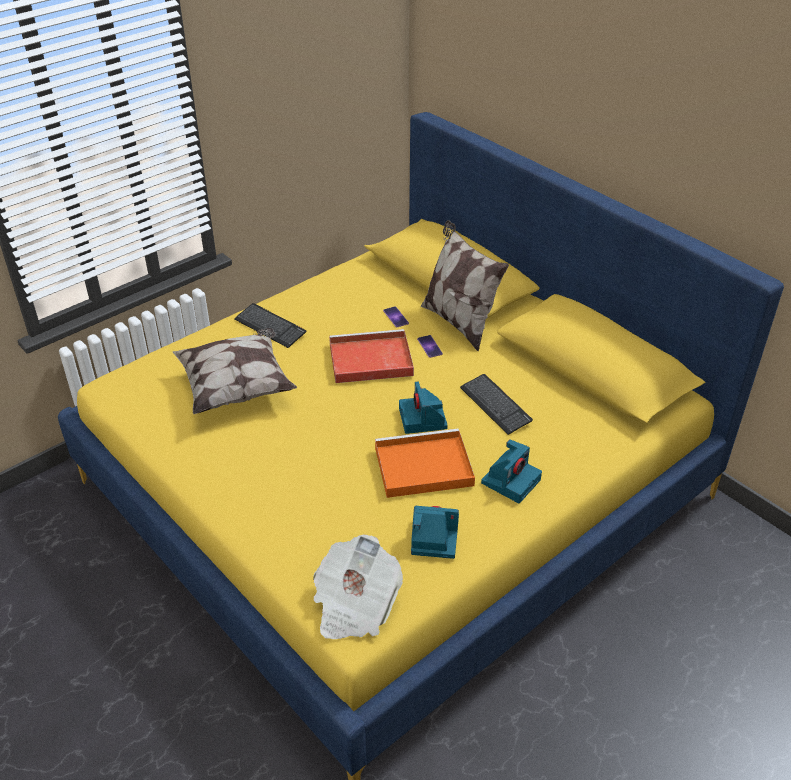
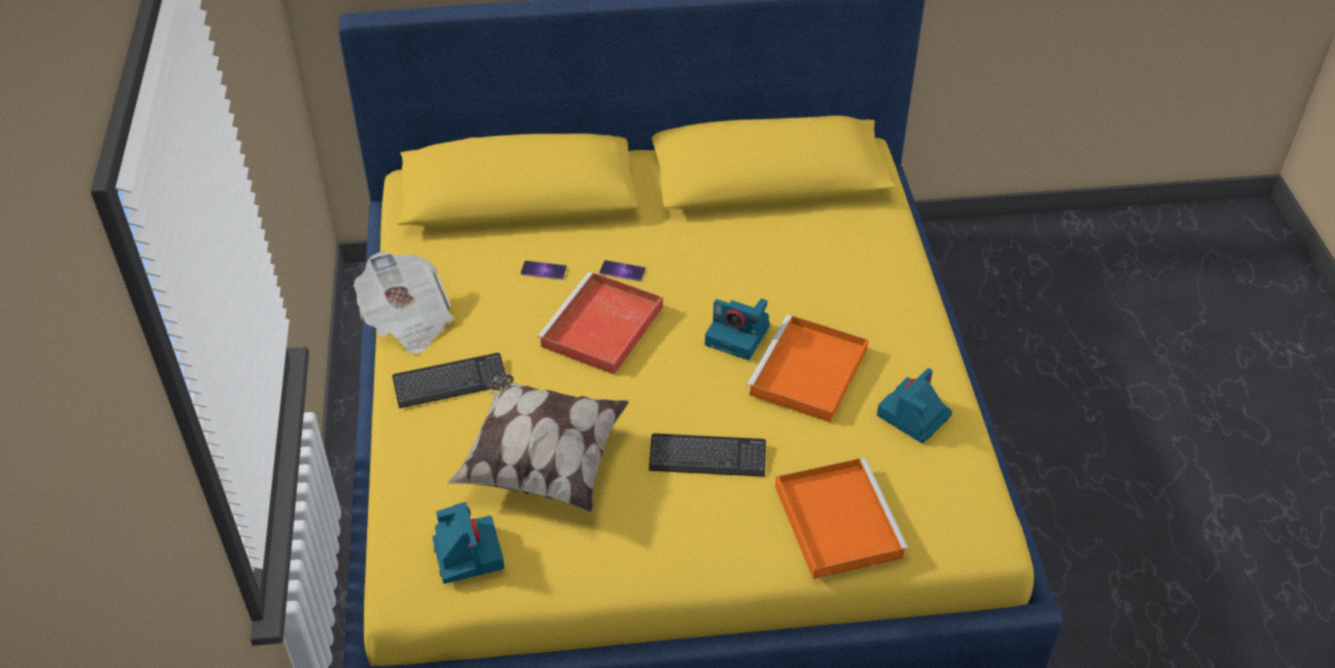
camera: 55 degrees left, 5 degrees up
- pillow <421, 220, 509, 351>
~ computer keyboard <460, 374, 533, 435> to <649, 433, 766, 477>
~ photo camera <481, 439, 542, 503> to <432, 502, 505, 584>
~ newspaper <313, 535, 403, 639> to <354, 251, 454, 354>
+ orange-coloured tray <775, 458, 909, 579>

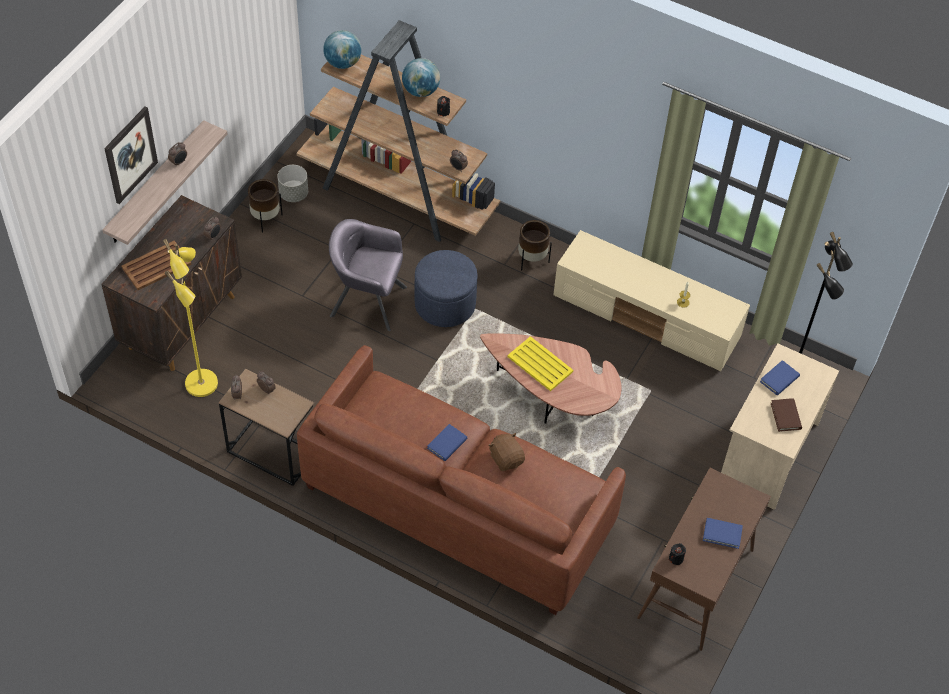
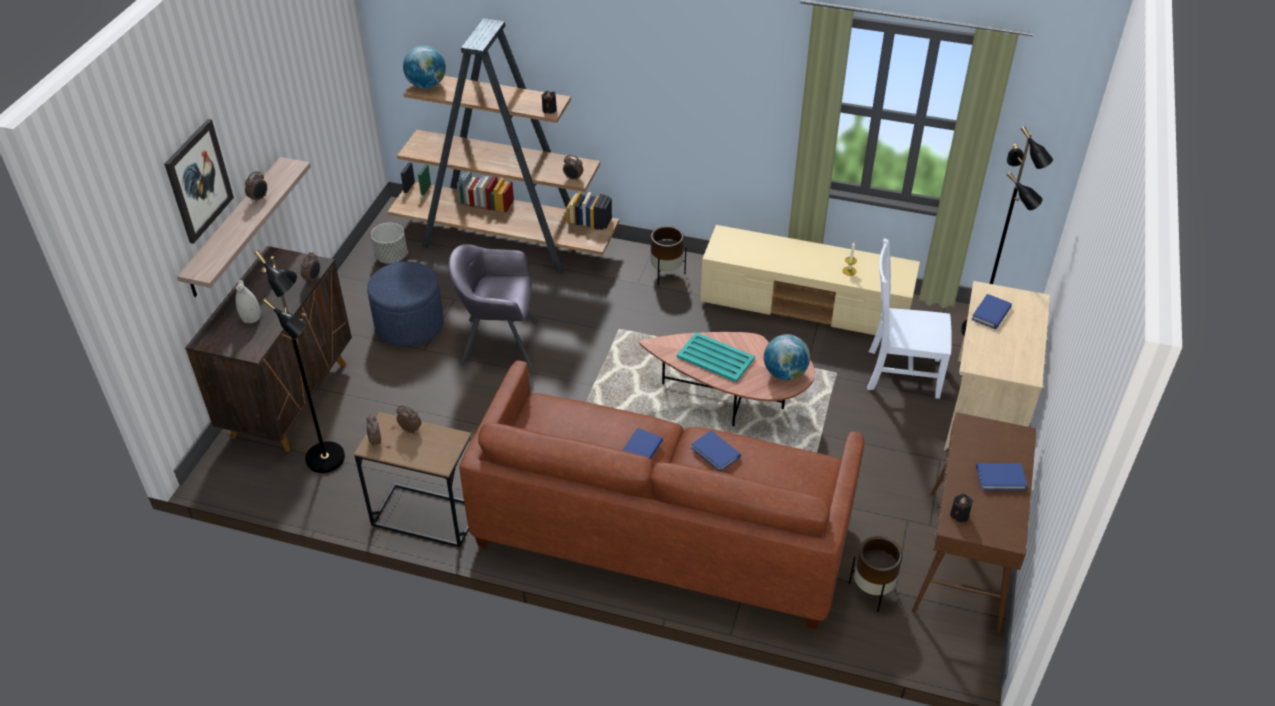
camera: 10 degrees left, 10 degrees down
~ desk globe <402, 58, 440, 97> to <764, 334, 810, 380>
~ brown planter <248, 179, 283, 233> to <849, 536, 903, 612>
~ yellow floor lamp <163, 239, 218, 397> to blackish floor lamp <254, 250, 345, 473>
~ brown tray <121, 240, 191, 290> to white decorative vase <235, 280, 261, 323>
~ blue footrest <415, 250, 478, 327> to <367, 261, 444, 347>
~ yellow tray <507, 336, 573, 392> to turquoise-coloured tray <677, 332, 755, 382>
- brown book <771, 398, 802, 432>
~ brown soft toy <488, 433, 525, 471> to blue book <691, 431, 741, 472>
+ white plain chair <867, 238, 952, 399>

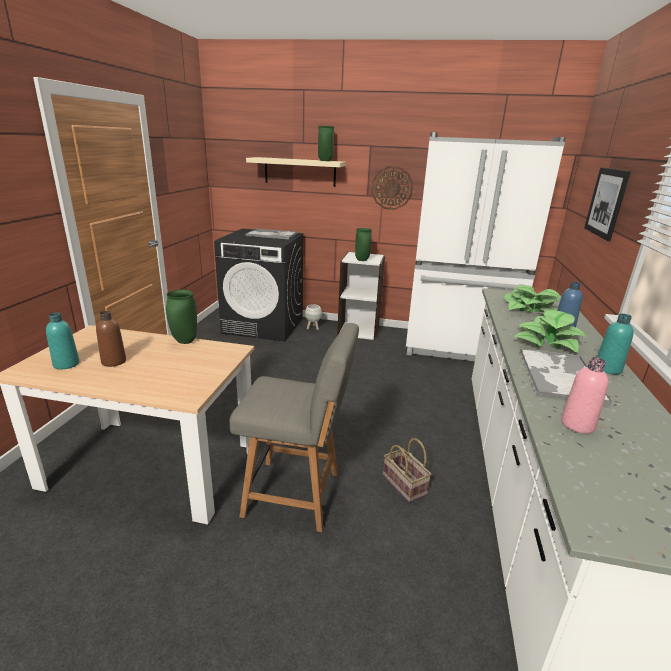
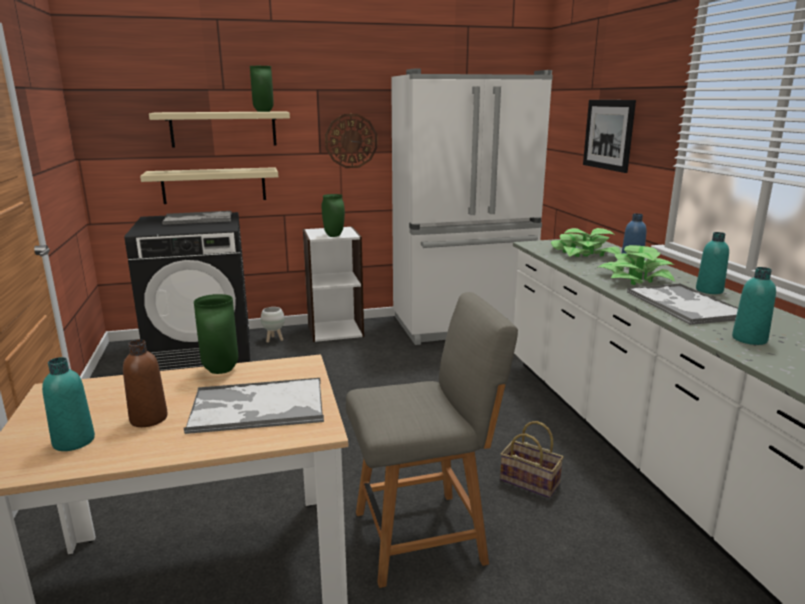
camera: 25 degrees left, 5 degrees down
~ pink-coloured beverage bottle <561, 357, 609, 434> to turquoise-coloured beverage bottle <732, 267, 776, 345>
+ sand-coloured wall shelf <140, 167, 278, 204>
+ tray <184, 378, 324, 434>

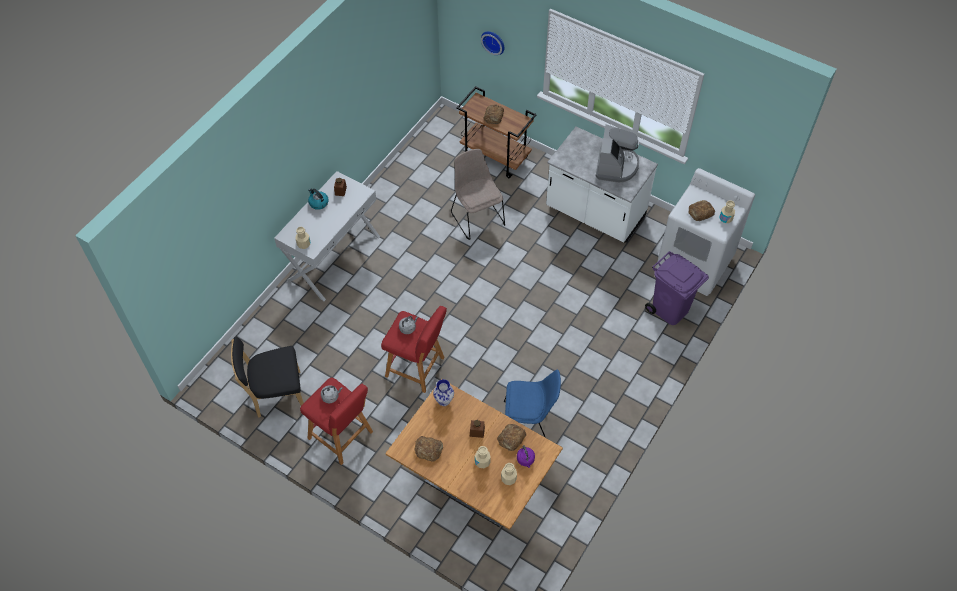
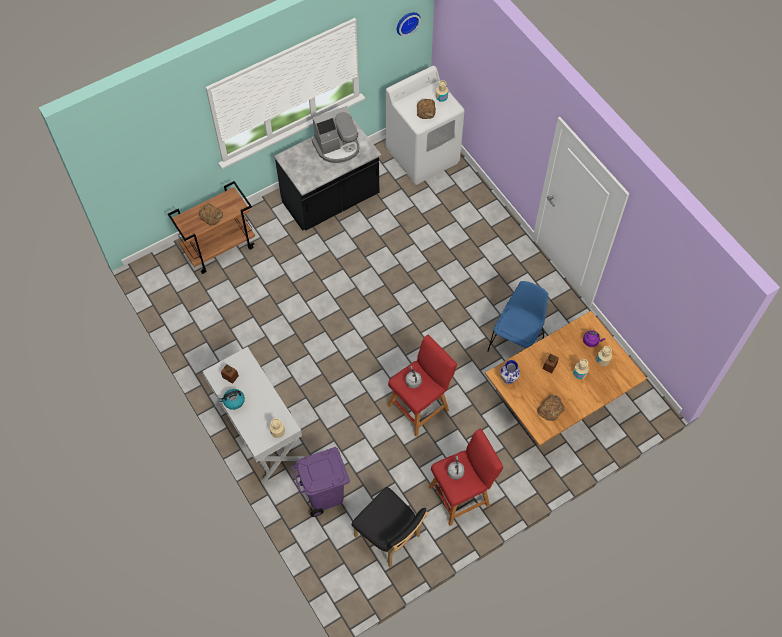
camera: 65 degrees left, 5 degrees up
~ wall clock <481, 32, 505, 55> to <397, 12, 421, 36>
~ coffee machine <596, 124, 639, 183> = <312, 106, 359, 163> 120 degrees clockwise
~ white counter <546, 127, 658, 243> to blackish counter <274, 118, 381, 231>
- sand-coloured plain chair <451, 149, 505, 240>
~ purplish rubbish bin <645, 251, 709, 325> to <291, 447, 350, 517>
~ blackish plain chair <231, 337, 304, 418> = <352, 487, 428, 567> 60 degrees counterclockwise
- baked bread <497, 424, 526, 451>

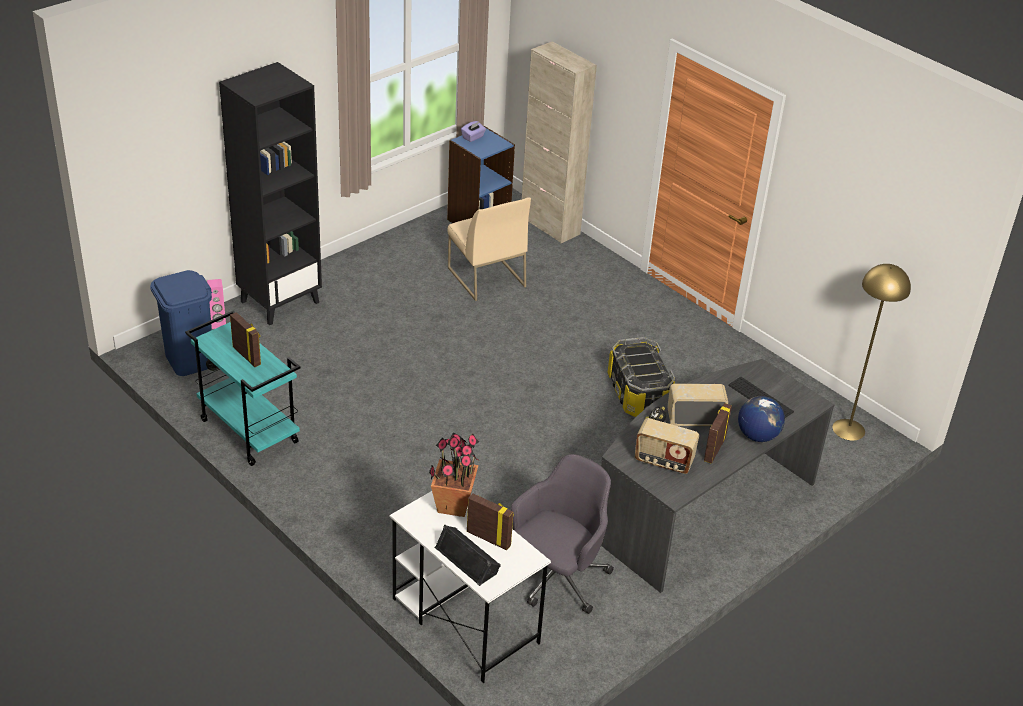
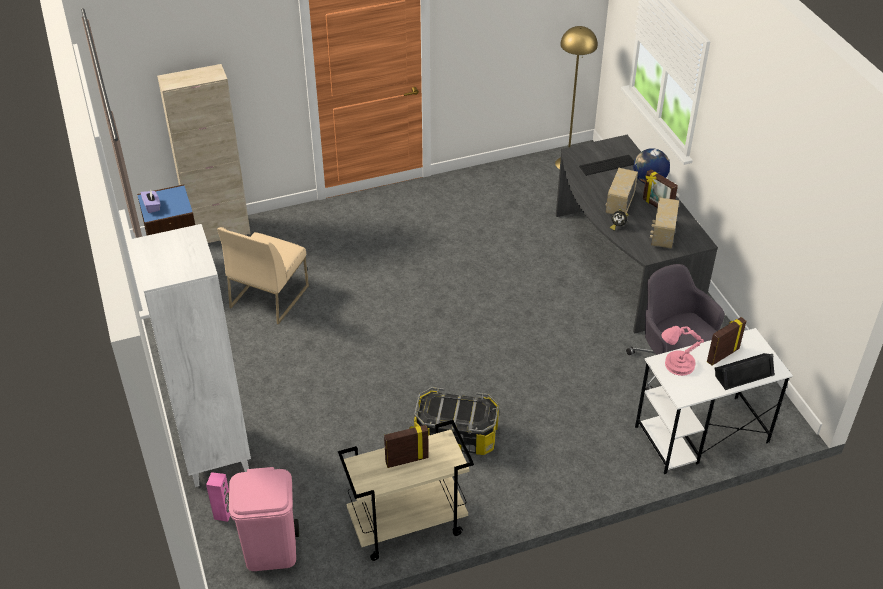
camera: 65 degrees left, 5 degrees up
~ blackish shelving unit <219, 62, 322, 325> to white shelving unit <131, 224, 251, 487>
~ sand-coloured plain chair <447, 197, 531, 301> = <217, 227, 309, 324> 120 degrees clockwise
~ blue rubbish bin <150, 270, 219, 376> to pink-coloured rubbish bin <229, 467, 299, 571>
~ turquoise-coloured trolley <185, 311, 300, 466> to sand-coloured trolley <338, 420, 474, 561>
~ storage bin <608, 337, 675, 417> to <414, 387, 499, 455>
~ radio <635, 418, 699, 474> = <650, 197, 679, 249> 150 degrees clockwise
~ plant in a pot <429, 432, 480, 517> to pink-coloured table lamp <661, 326, 704, 376>

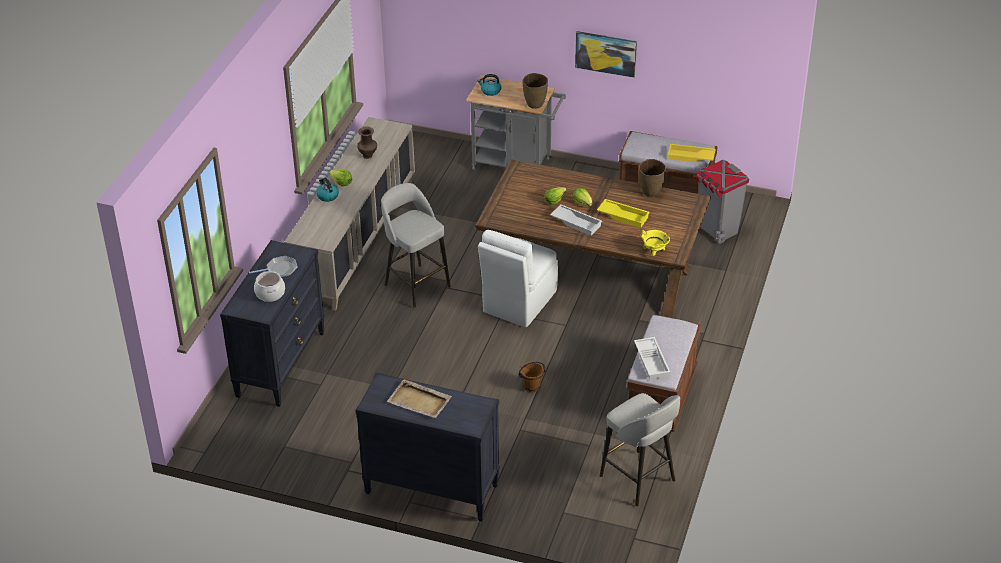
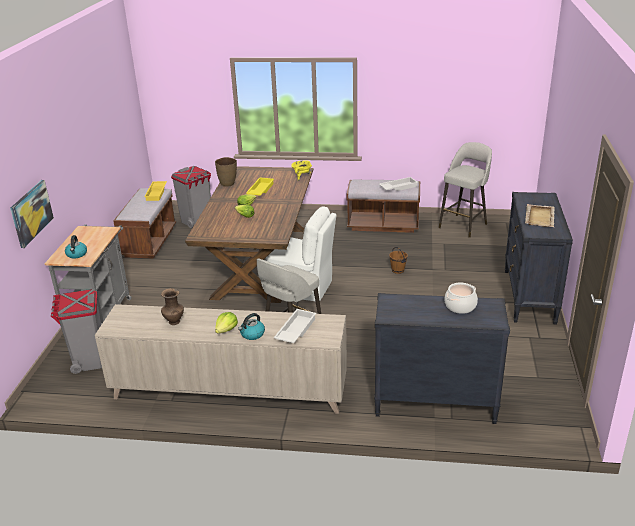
camera: 100 degrees left, 10 degrees down
~ wall art <575, 31, 637, 78> to <10, 180, 54, 248>
- brown decorative vase <523, 73, 548, 109>
~ white tray <550, 205, 602, 236> to <274, 309, 316, 343>
- pan <249, 256, 298, 277>
+ grey rubbish bin <51, 289, 102, 374>

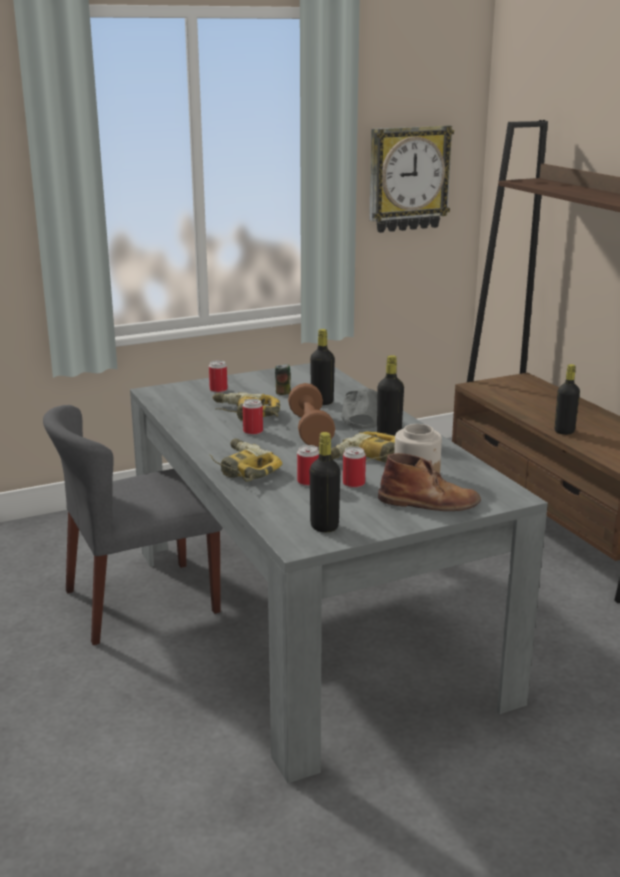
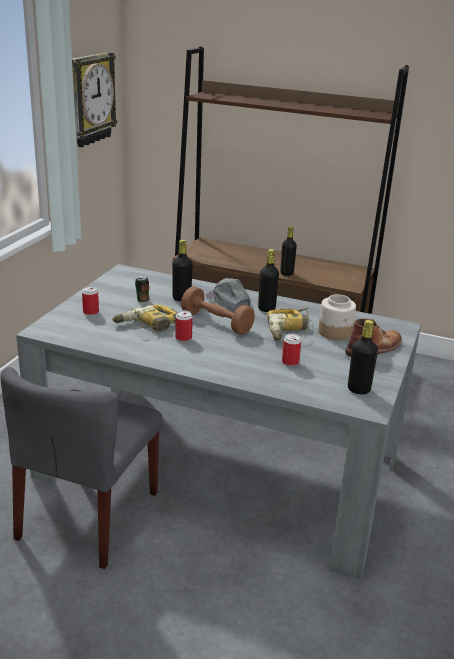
camera: 45 degrees left, 5 degrees up
- drill <209, 438, 282, 481>
- can <343, 447, 366, 488>

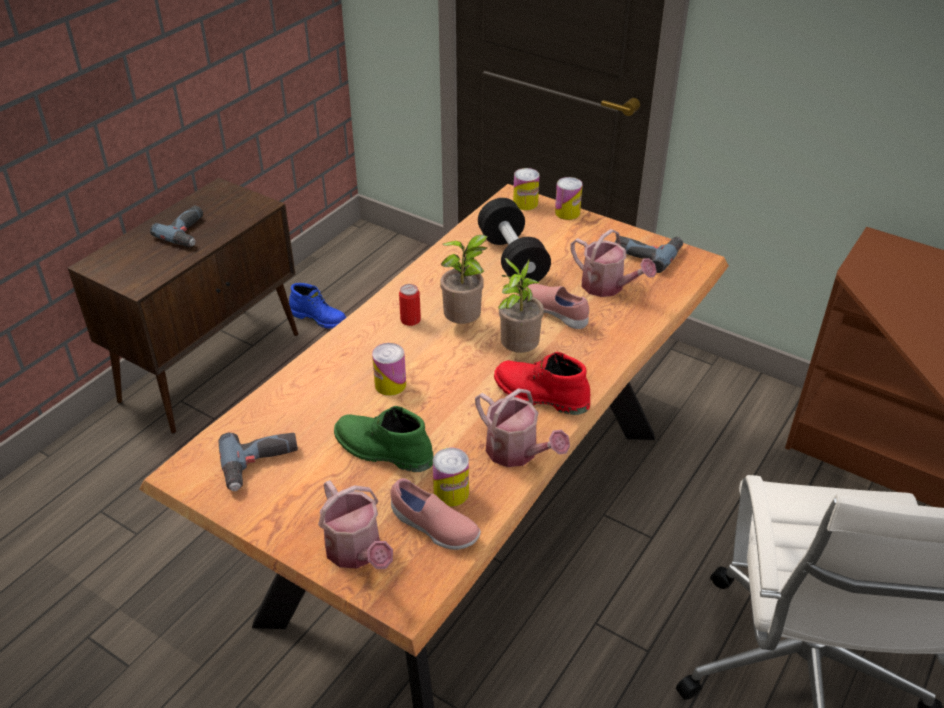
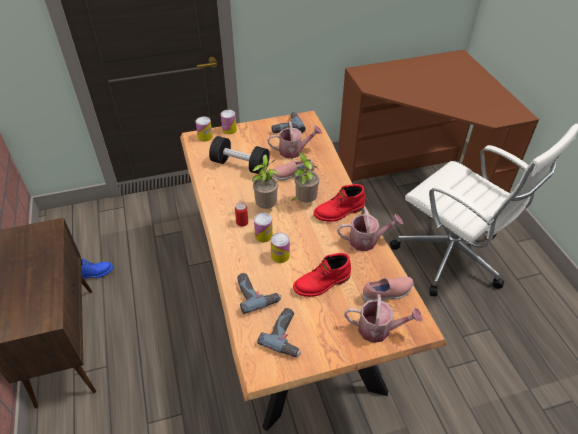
camera: 50 degrees left, 5 degrees up
~ drill <150, 206, 203, 247> to <237, 273, 281, 314>
~ green-coloured high-top boot <334, 406, 434, 472> to reddish high-top boot <293, 253, 351, 297>
~ can <433, 448, 469, 507> to <254, 213, 273, 242>

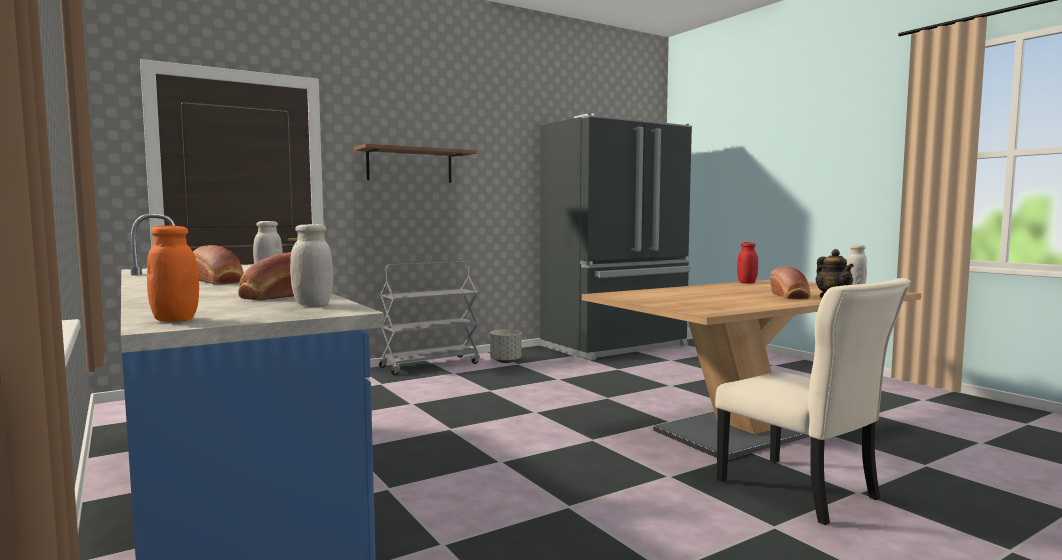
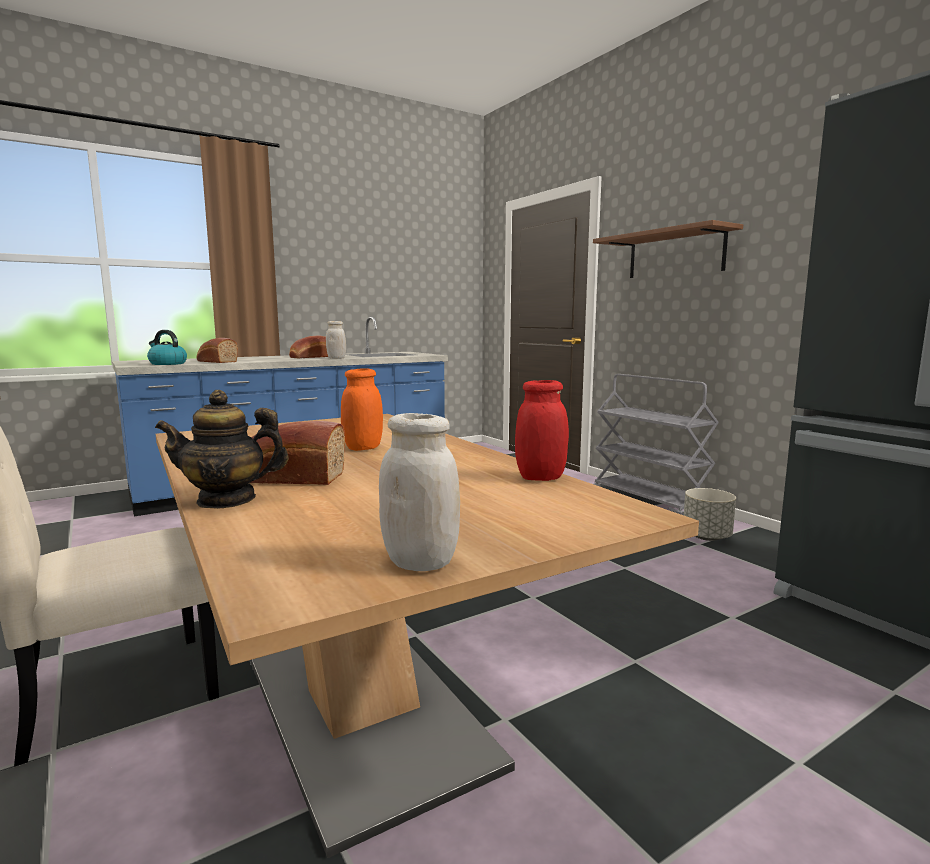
camera: 90 degrees right, 5 degrees up
~ white preserve jar <290, 224, 333, 306> to kettle <147, 330, 187, 365>
~ orange-coloured preserve jar <147, 225, 199, 322> to <341, 368, 383, 451>

